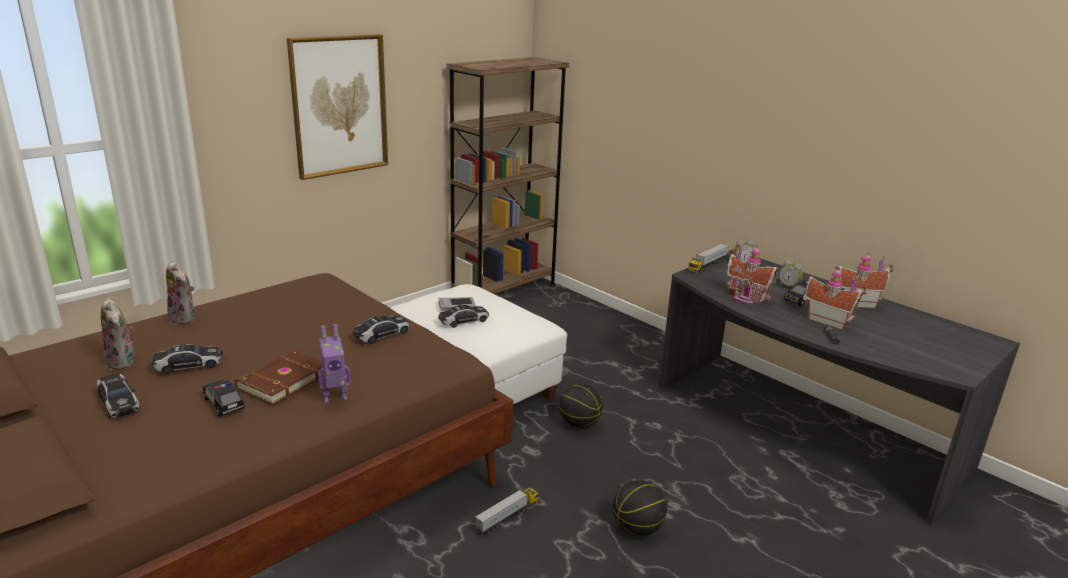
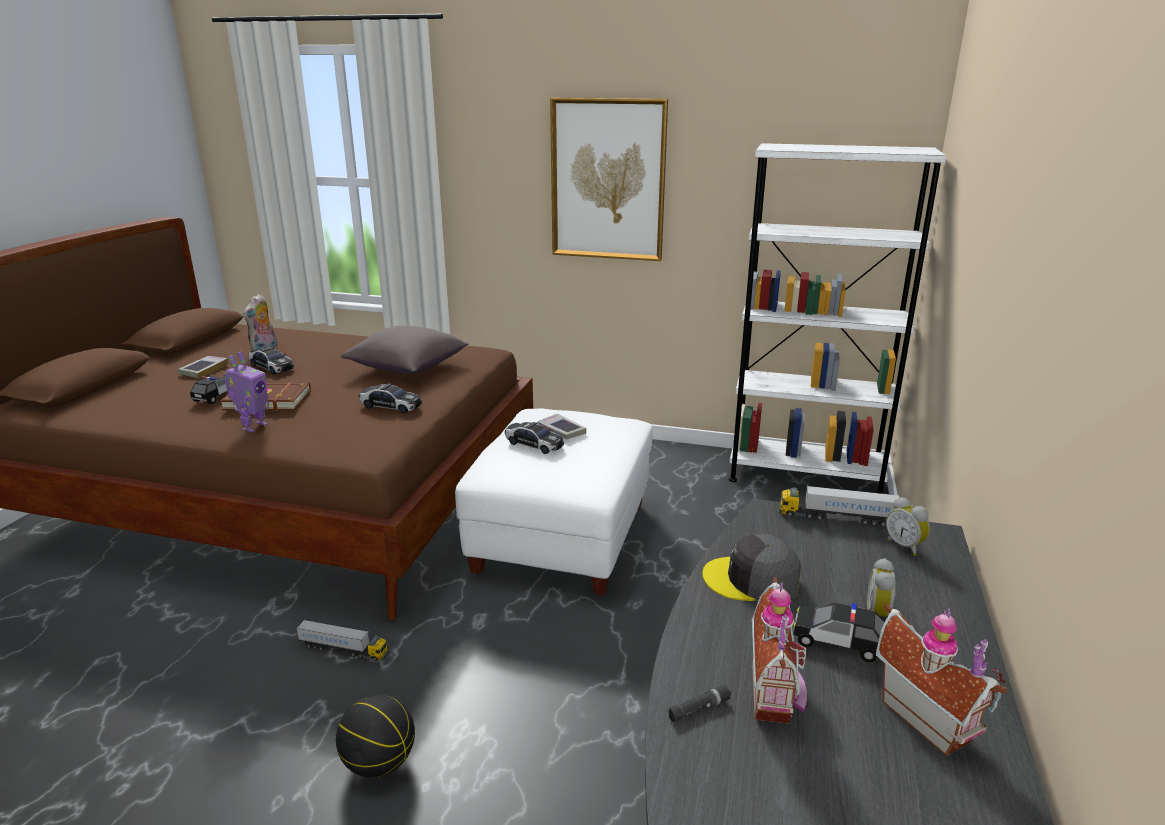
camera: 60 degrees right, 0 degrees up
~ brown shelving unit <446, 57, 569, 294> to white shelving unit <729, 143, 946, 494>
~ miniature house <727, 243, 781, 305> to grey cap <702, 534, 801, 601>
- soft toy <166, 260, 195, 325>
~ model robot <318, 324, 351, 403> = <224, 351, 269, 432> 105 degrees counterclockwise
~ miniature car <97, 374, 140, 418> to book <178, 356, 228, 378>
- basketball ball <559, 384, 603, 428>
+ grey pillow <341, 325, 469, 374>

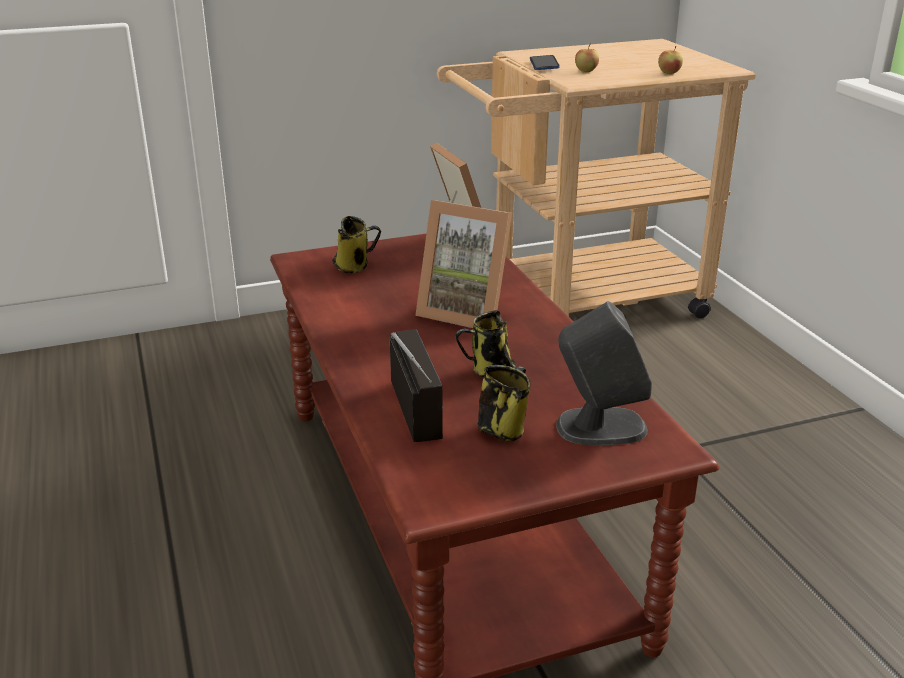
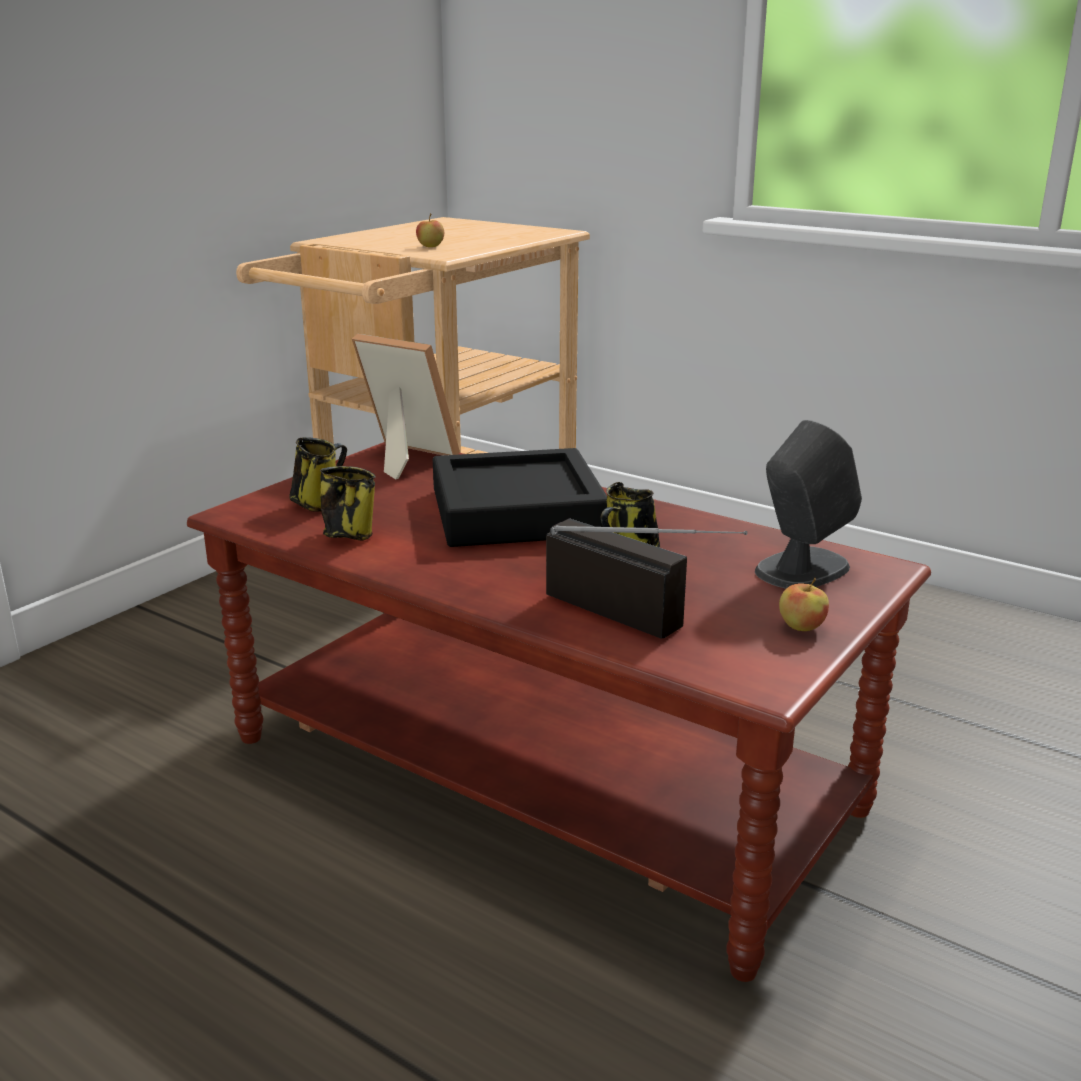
camera: 35 degrees left, 5 degrees down
~ whole apple <658, 46, 683, 74> to <779, 577, 829, 631>
- telephone <530, 55, 560, 70>
~ picture frame <415, 200, 512, 328> to blackish tray <433, 448, 607, 547>
~ tea mug <477, 365, 531, 442> to <320, 466, 375, 540>

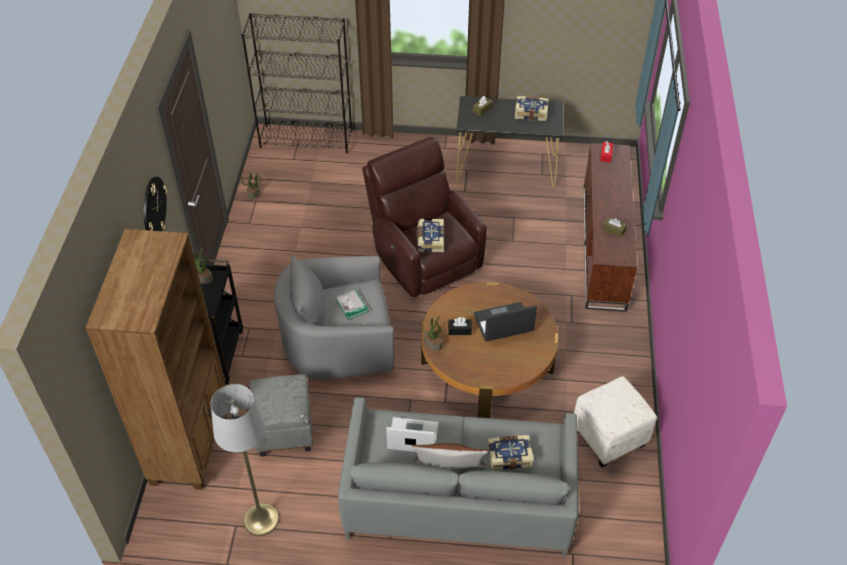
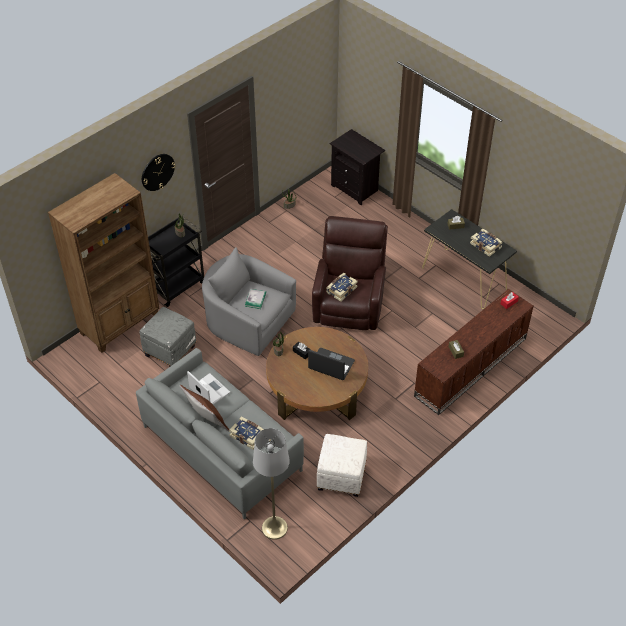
camera: 40 degrees right, 0 degrees up
~ blackish shelving unit <242, 13, 352, 153> to blackish night table <330, 129, 385, 205>
~ grey floor lamp <211, 384, 279, 536> to <253, 428, 290, 540>

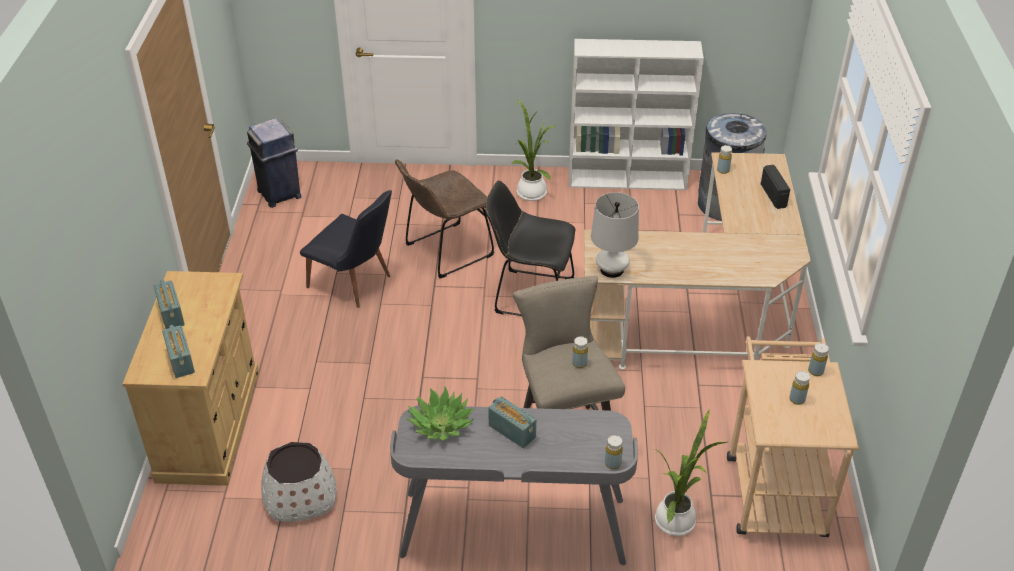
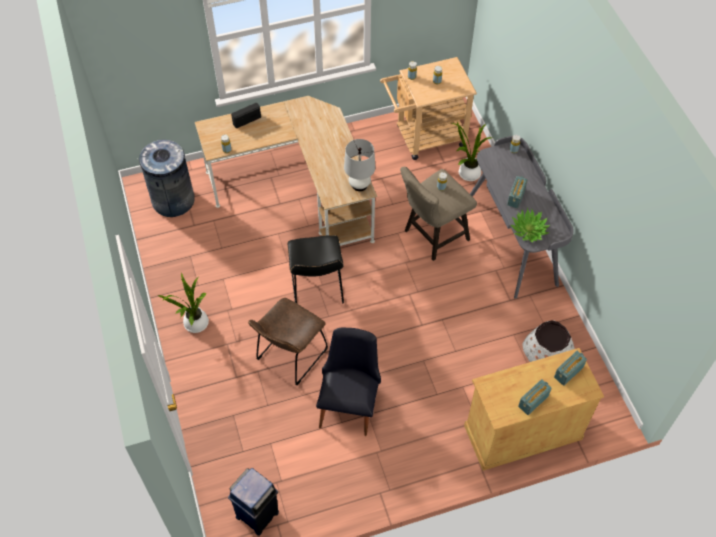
camera: 110 degrees left, 15 degrees up
- white shelving unit <569, 39, 704, 190>
~ brown plain chair <395, 159, 494, 278> = <248, 298, 328, 385> 90 degrees clockwise

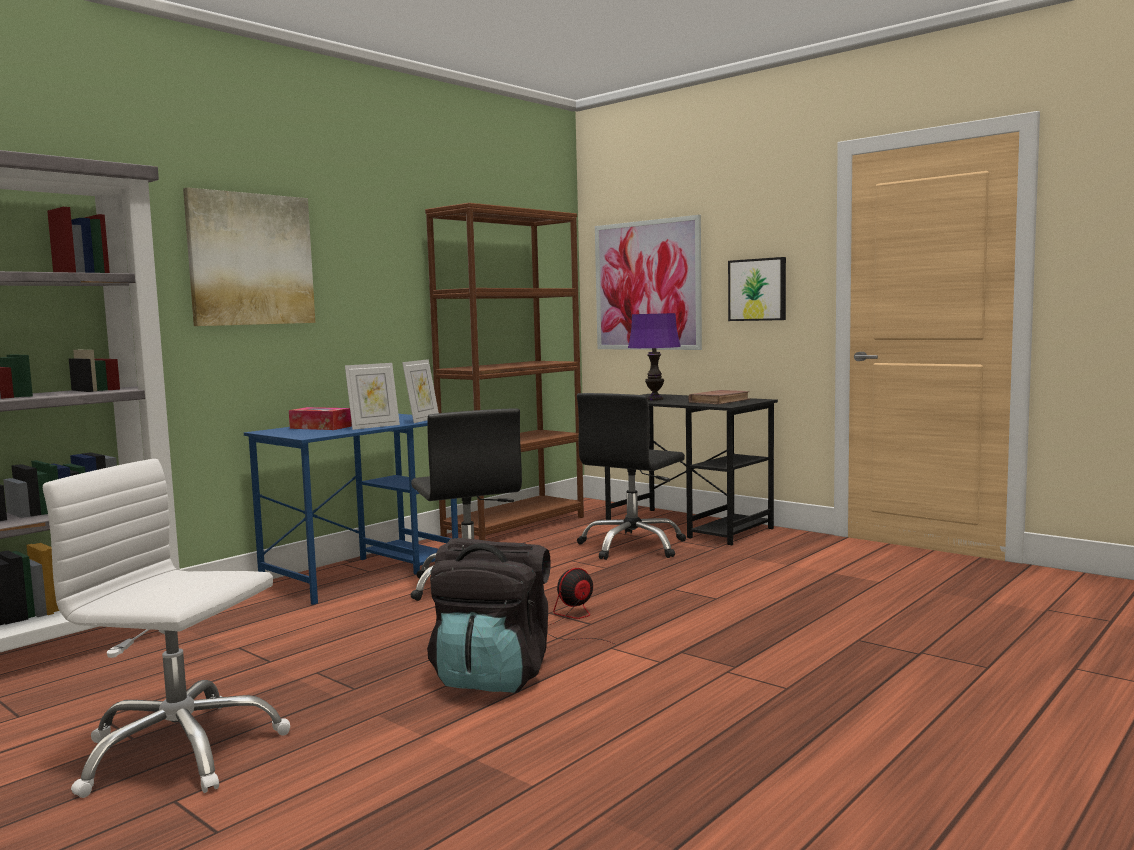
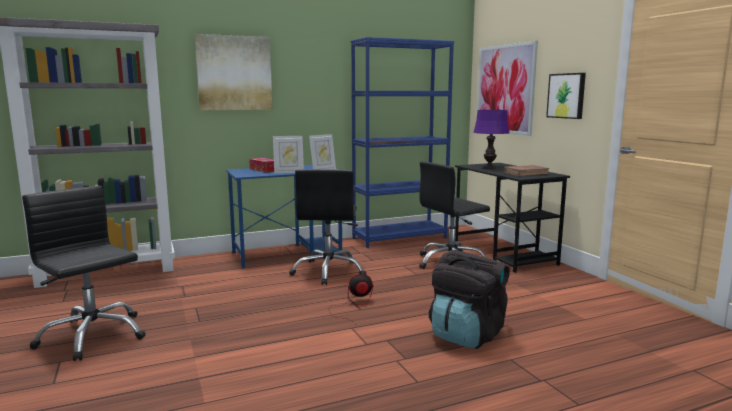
camera: 25 degrees right, 5 degrees up
~ brown shelving unit <425, 203, 584, 541> to blue shelving unit <351, 37, 454, 248>
~ white office chair <43, 459, 290, 798> to blackish office chair <22, 186, 146, 361>
~ blackish backpack <427, 538, 551, 693> to <429, 250, 509, 349>

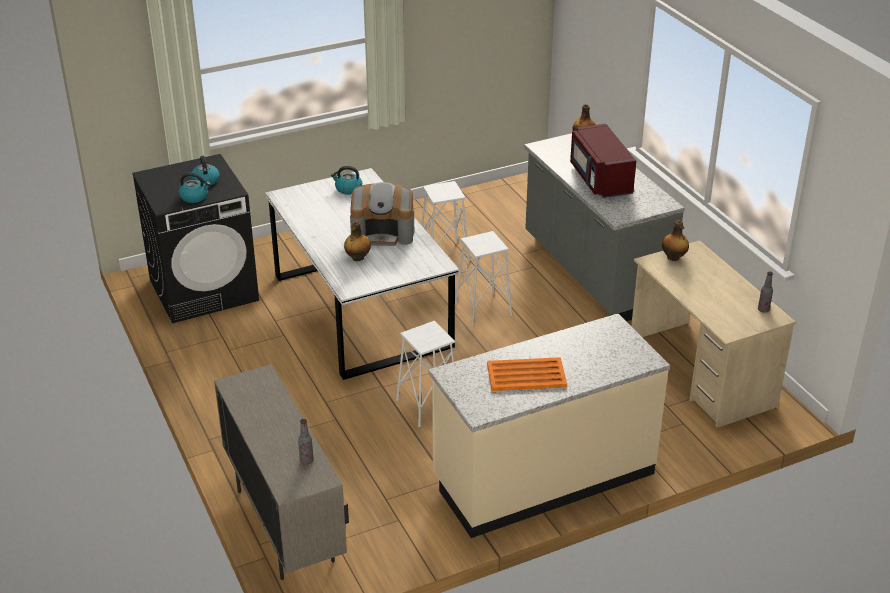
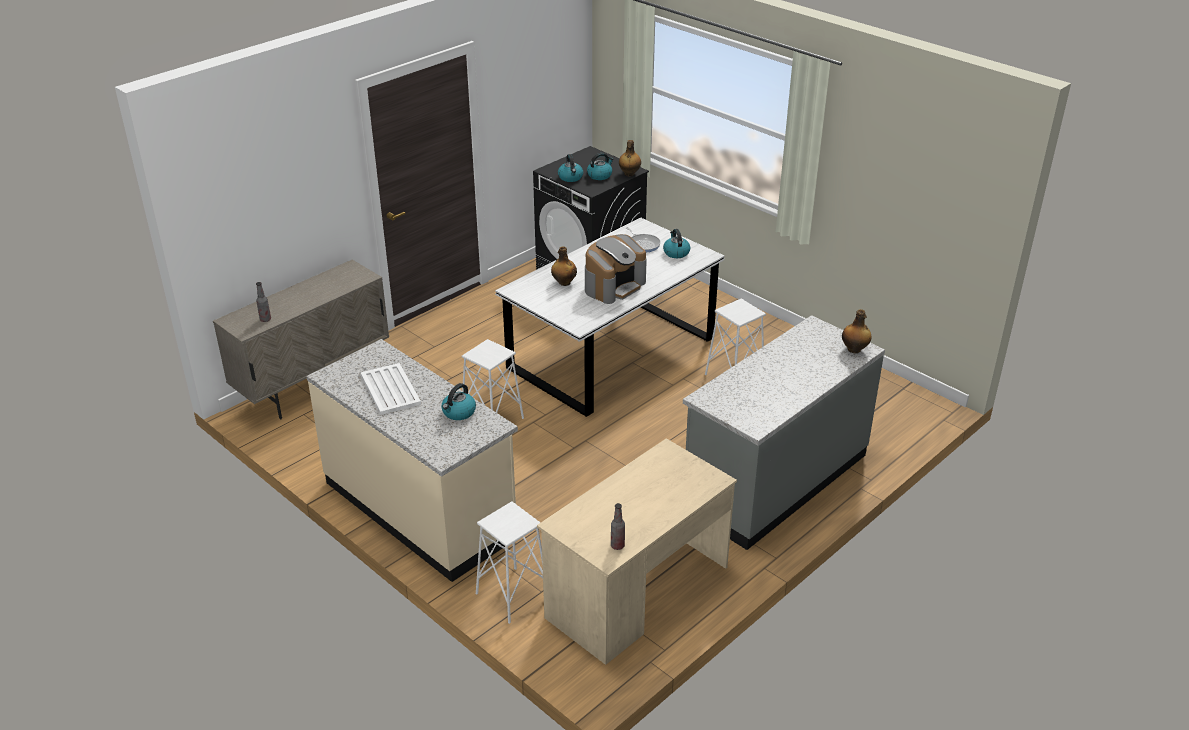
camera: 70 degrees right, 0 degrees up
- reddish kitchen microwave <570, 124, 636, 198>
~ coffee machine <350, 182, 414, 246> = <585, 234, 647, 304> 120 degrees counterclockwise
~ beverage bottle <662, 220, 689, 261> to <619, 140, 641, 176>
~ white stool seat <455, 231, 512, 326> to <476, 501, 543, 624>
~ orange-coloured tray <487, 357, 567, 391> to white tray <361, 363, 421, 415>
+ pan <626, 227, 661, 252>
+ kettle <442, 383, 476, 420>

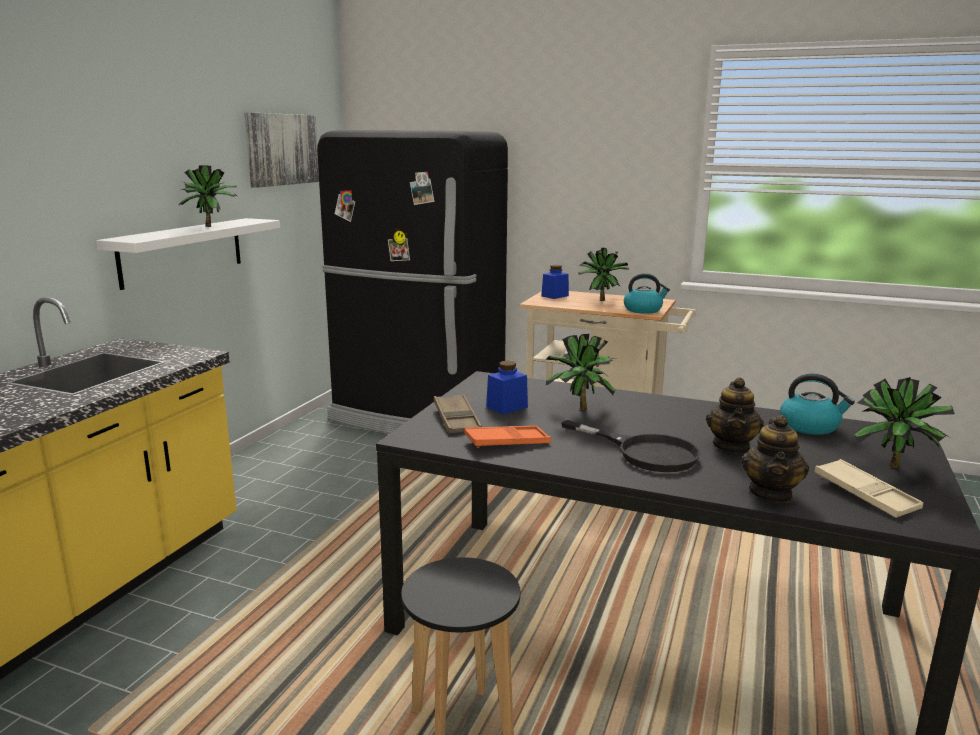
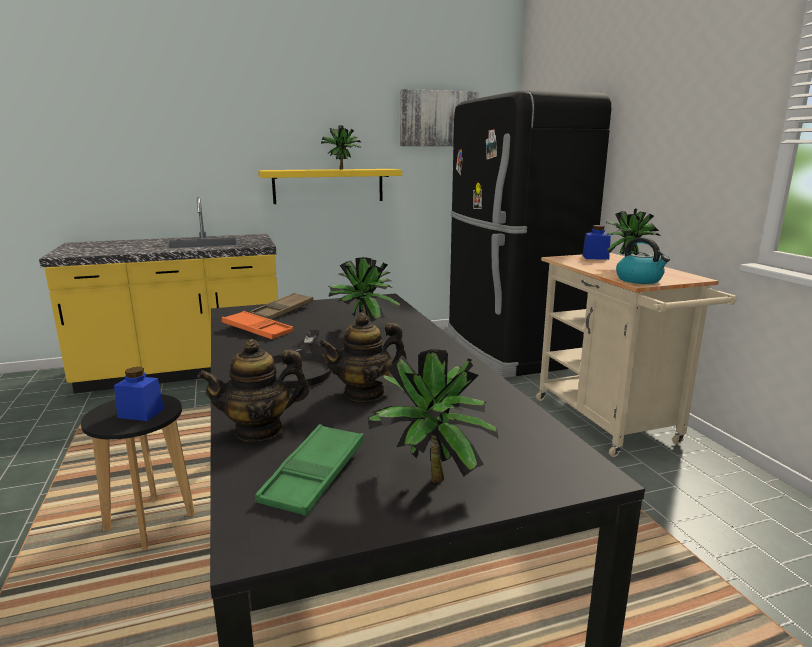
camera: 50 degrees right, 0 degrees up
~ white wall shelf <96, 218, 280, 290> to yellow wall shelf <258, 169, 402, 204>
~ blue preserve jar <486, 361, 528, 415> to <114, 367, 164, 421>
- kettle <780, 374, 855, 435>
~ sand-coloured tray <814, 459, 923, 518> to green-coloured tray <255, 424, 364, 516>

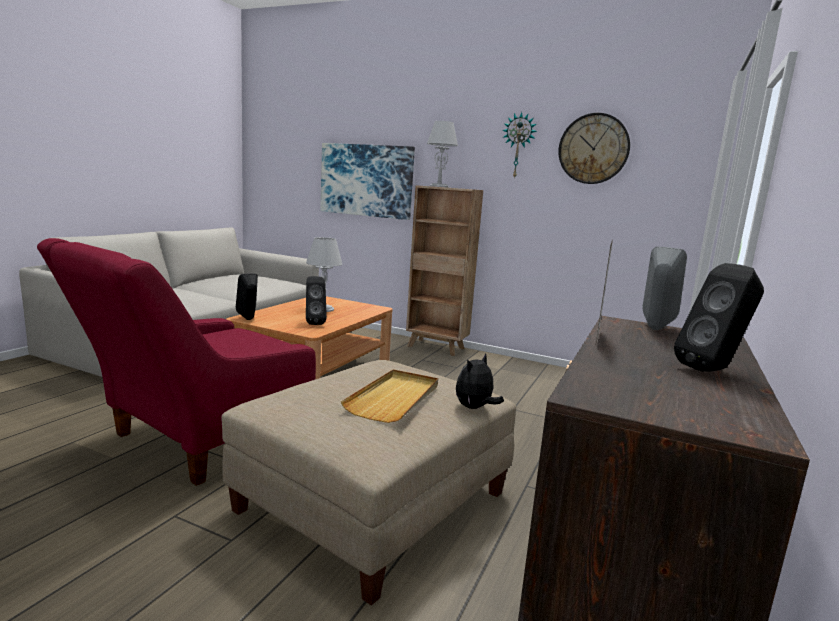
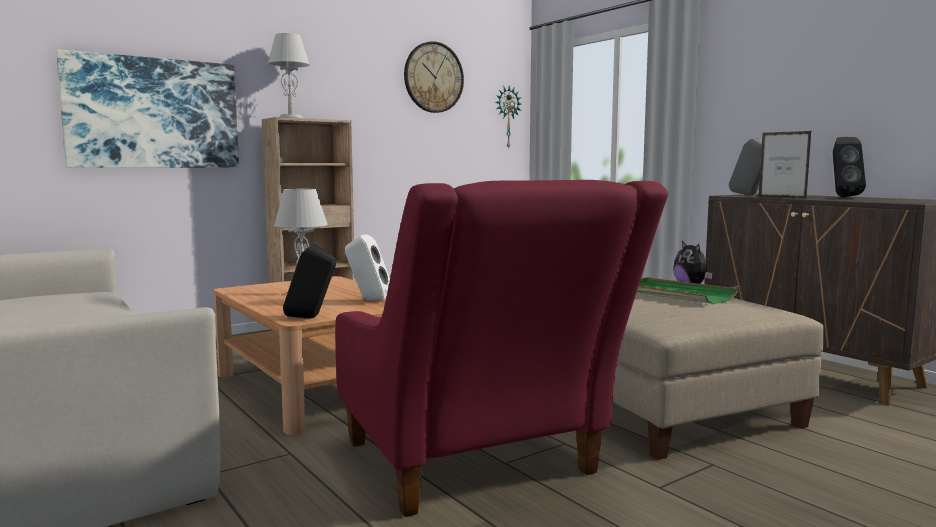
camera: 60 degrees left, 5 degrees down
~ wall clock <502, 112, 537, 179> to <496, 85, 521, 149>
~ blackish audio speaker <306, 276, 327, 325> to white audio speaker <345, 234, 390, 300>
~ sand-coloured tray <341, 369, 438, 423> to green-coloured tray <637, 277, 739, 304>

